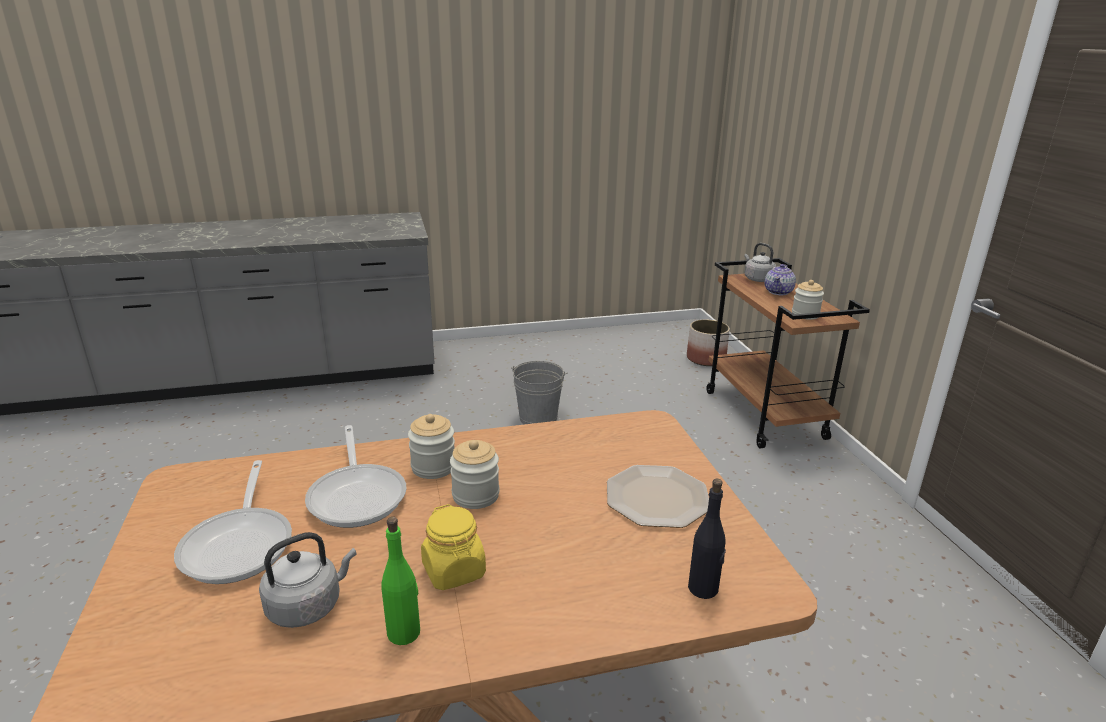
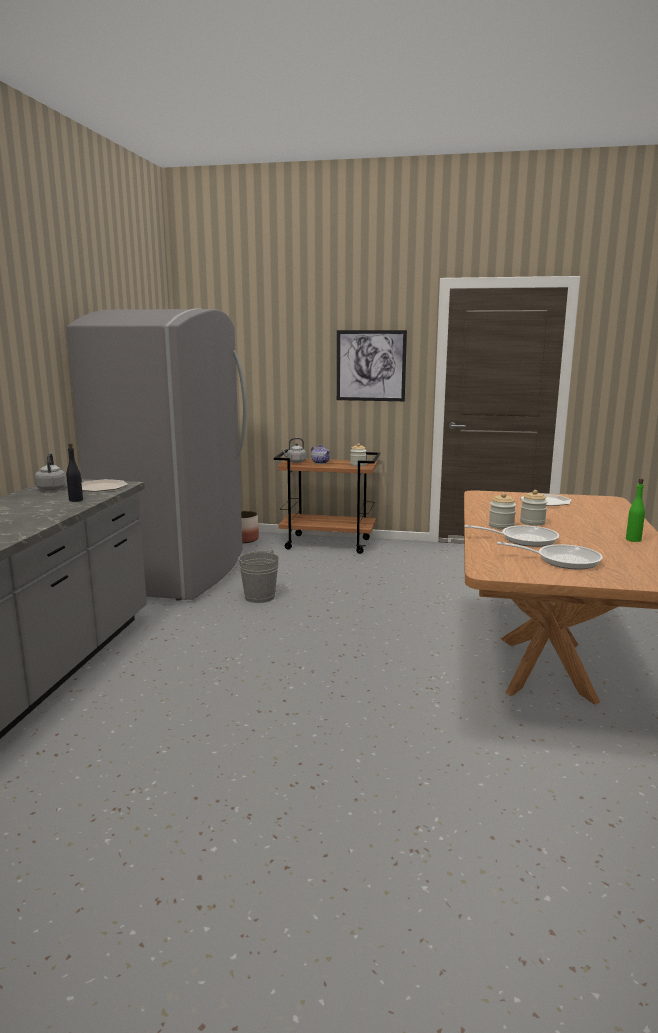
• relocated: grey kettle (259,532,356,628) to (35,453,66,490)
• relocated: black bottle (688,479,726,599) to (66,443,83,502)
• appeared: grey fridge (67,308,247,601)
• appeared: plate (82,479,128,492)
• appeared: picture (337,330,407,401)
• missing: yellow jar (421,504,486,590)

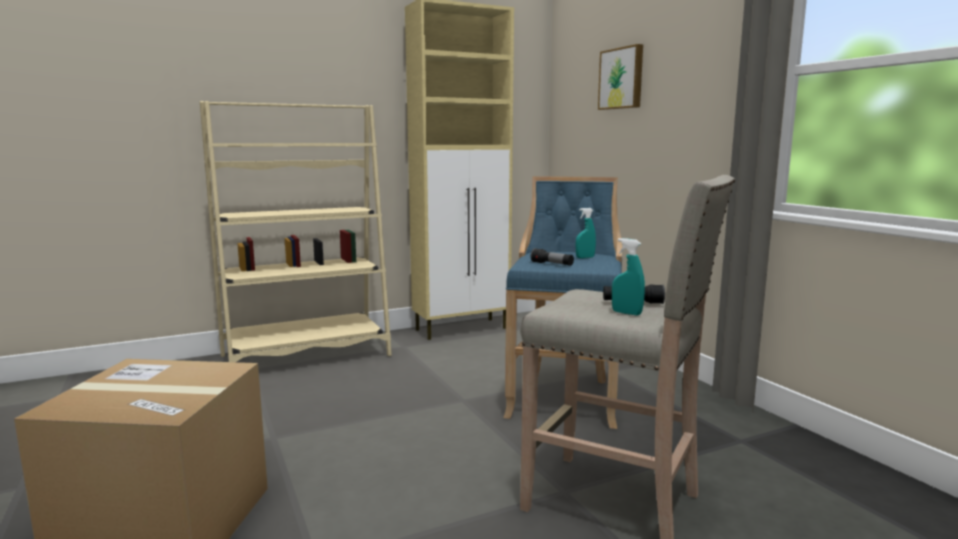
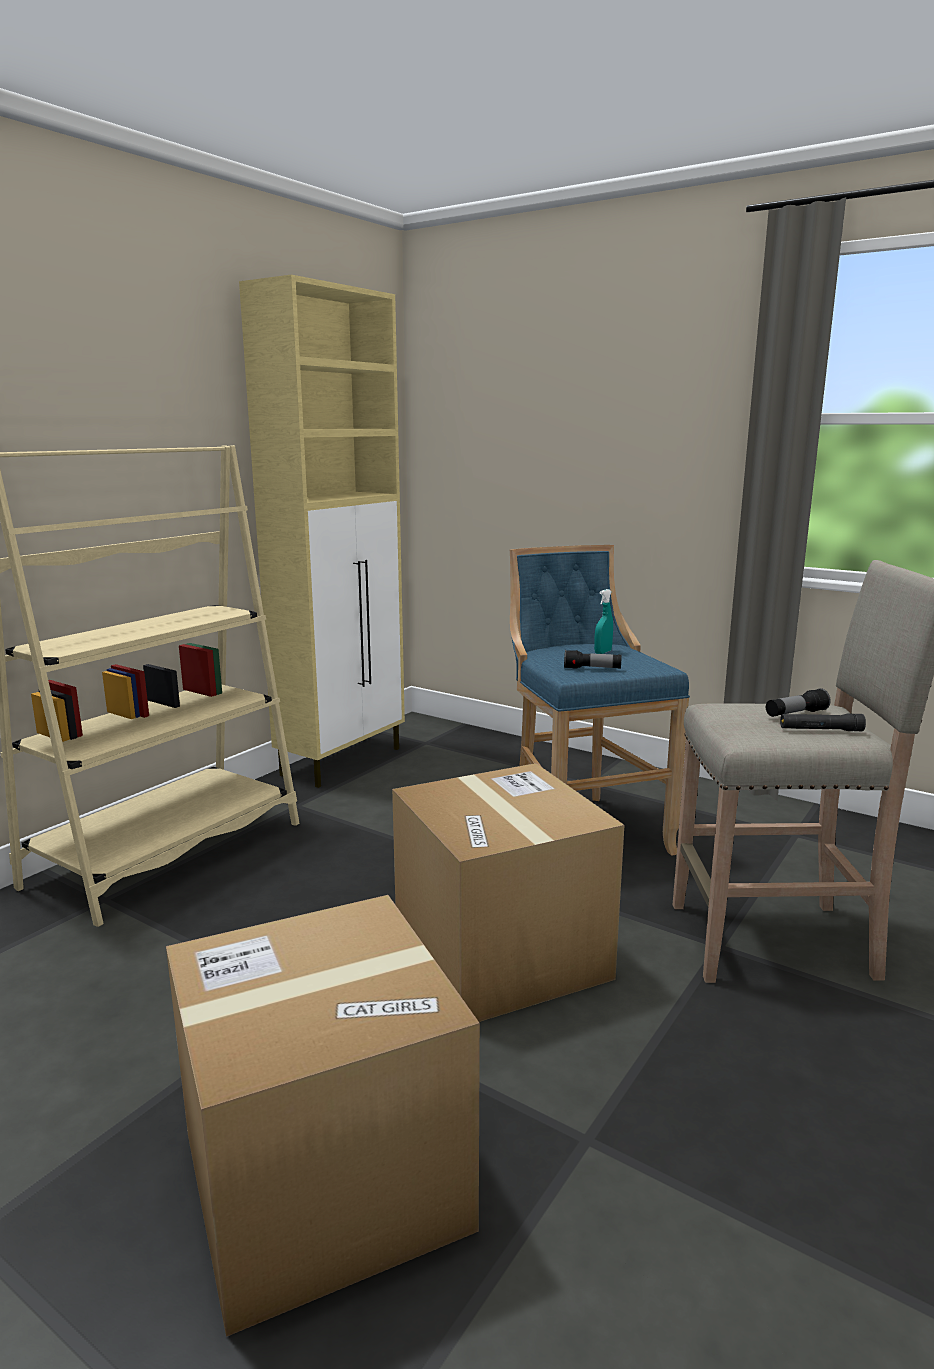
• appeared: cardboard box (392,763,624,1022)
• exchanged: turquoise spray bottle (612,238,645,315) to black flashlight (780,714,866,731)
• missing: picture (598,44,643,110)

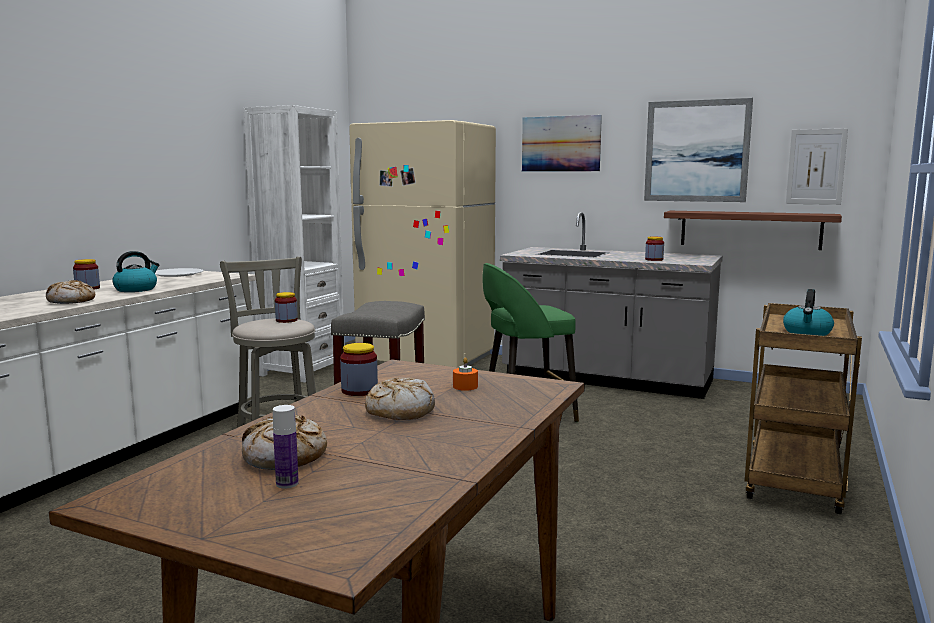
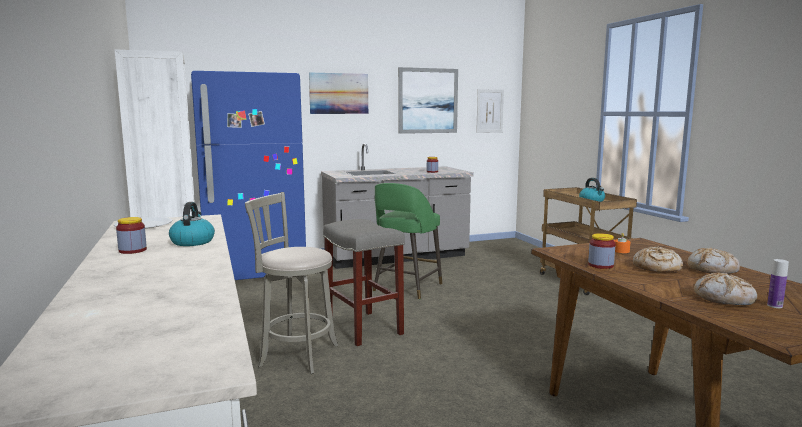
• colour: beige fridge (349,120,496,368) to blue fridge (191,71,306,280)
• relocated: bread (46,280,95,304) to (687,248,740,273)
• missing: jar (275,292,298,323)
• missing: shelf (664,211,842,250)

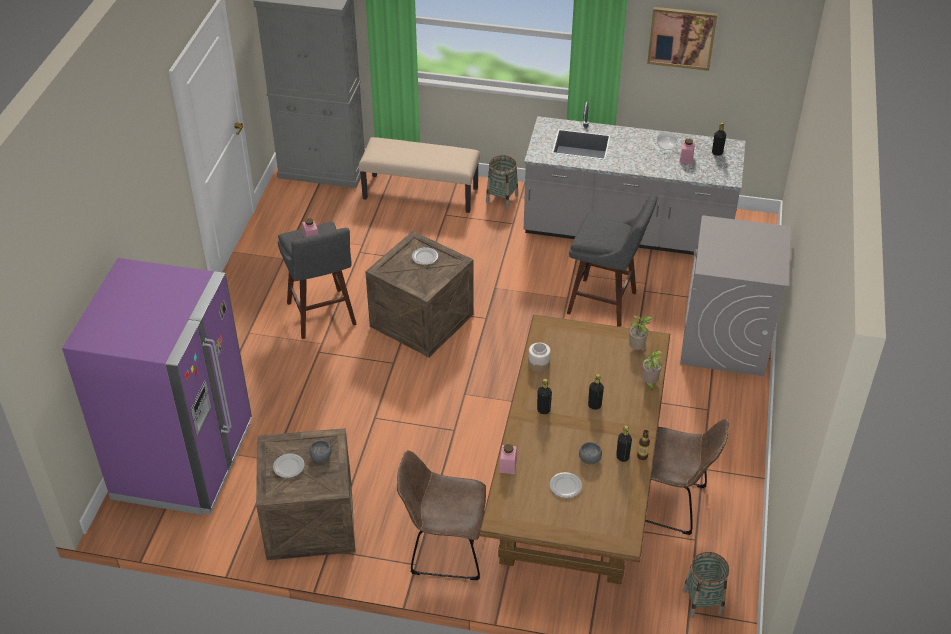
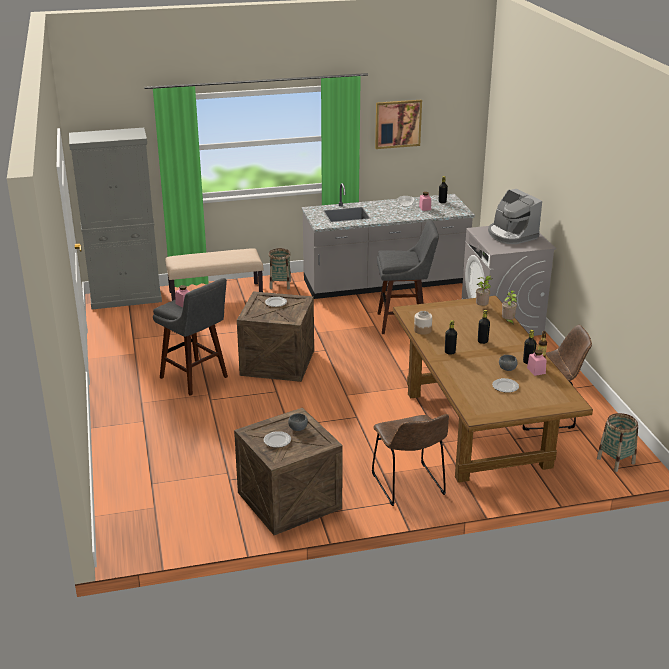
• spun: brown chair (397,450,486,580) = (372,414,449,506) 90 degrees counterclockwise
• appeared: coffee machine (488,189,542,244)
• relocated: pink jar (499,444,517,474) to (527,350,547,376)
• missing: purple fridge (62,258,252,515)

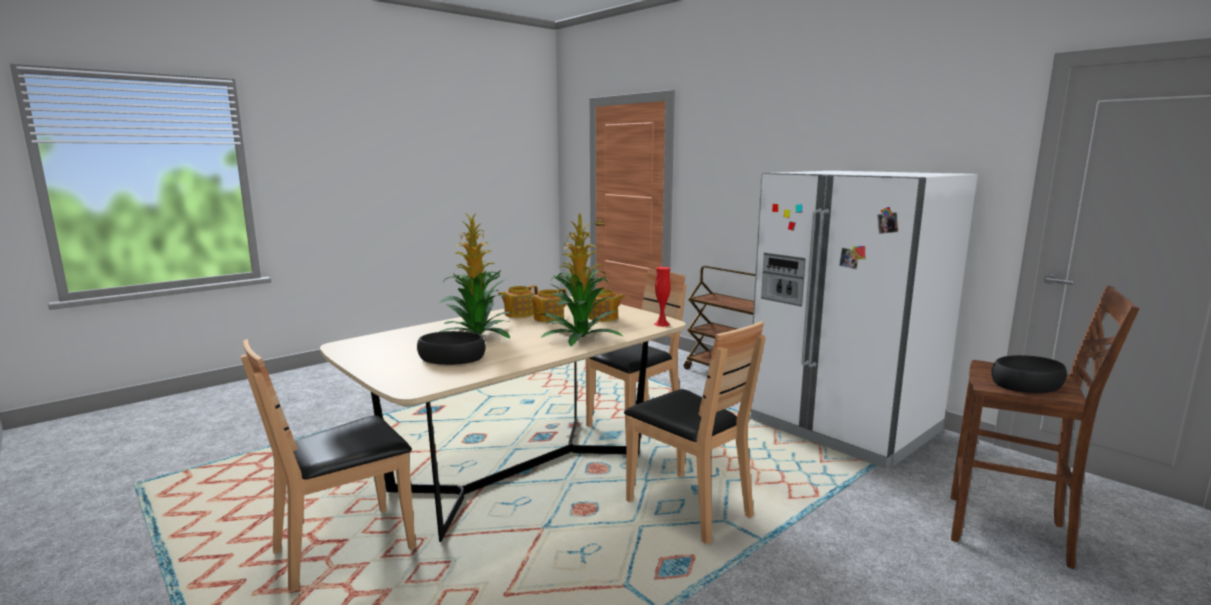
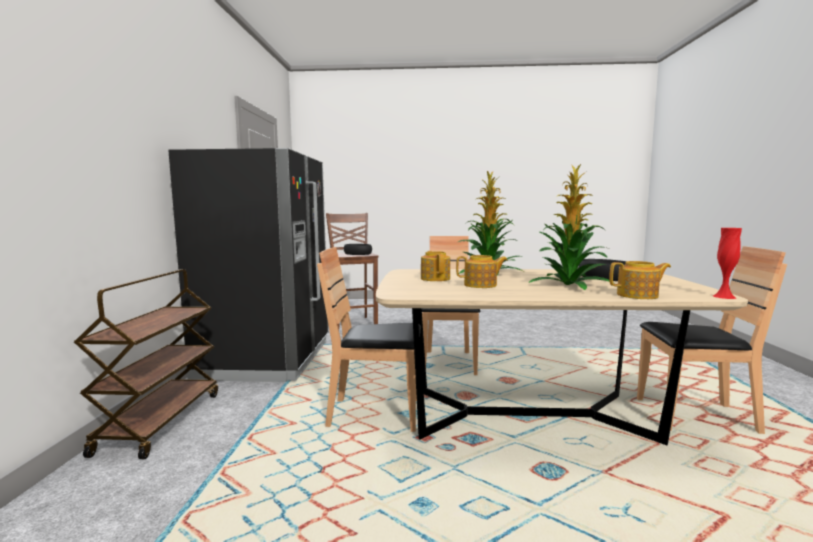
• colour: white fridge (750,171,978,469) to black fridge (168,148,328,382)
• relocated: teapot (498,285,538,318) to (609,261,671,299)
• relocated: red vase (654,267,671,327) to (713,228,742,299)

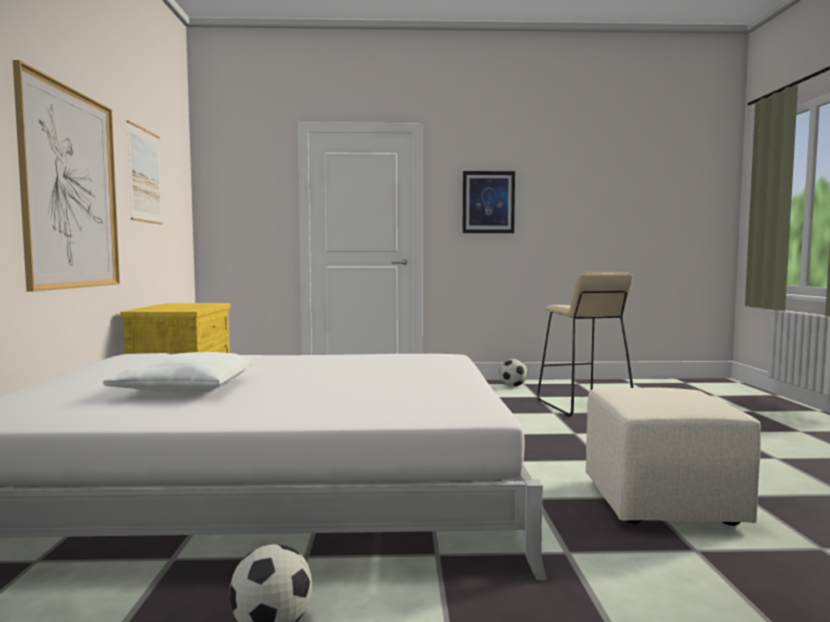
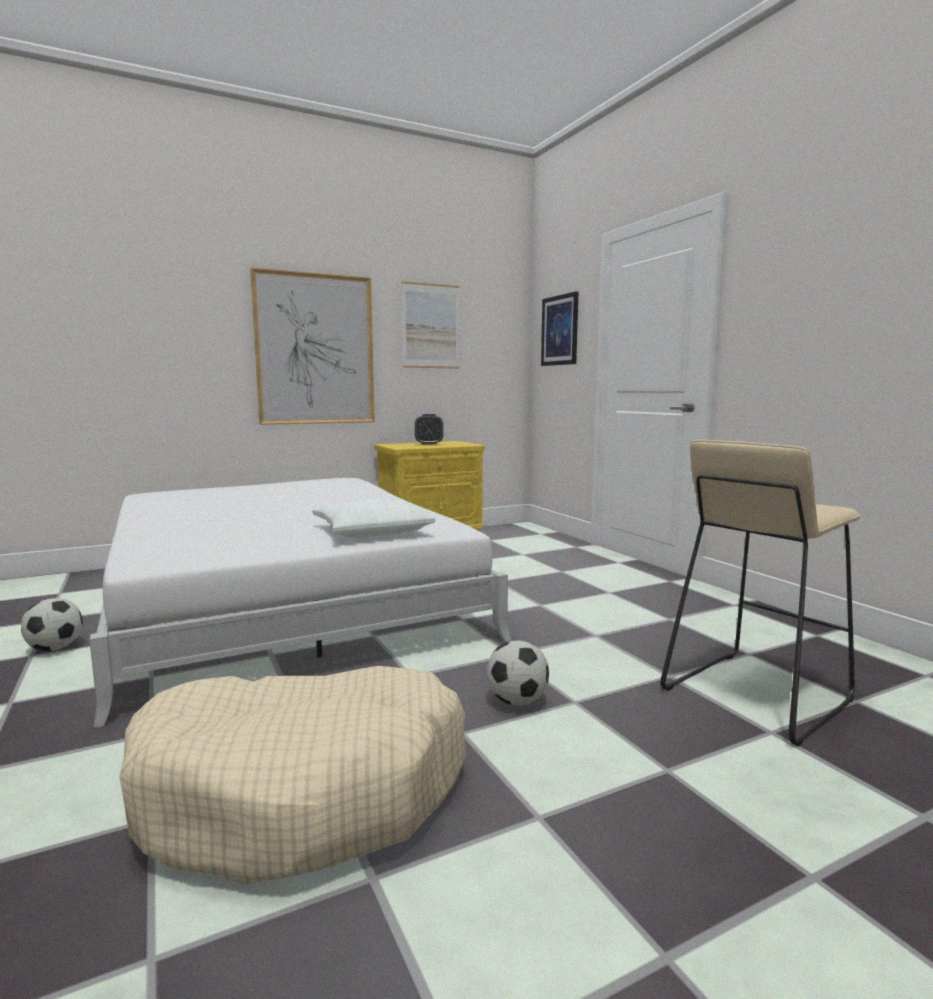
• exchanged: beige ottoman (586,387,761,526) to beige dog bed (119,666,466,884)
• relocated: white pillow (103,352,253,394) to (312,499,435,538)
• appeared: alarm clock (415,414,443,444)
• relocated: football (500,359,527,386) to (487,640,549,706)
• relocated: picture (463,171,515,233) to (541,291,578,366)

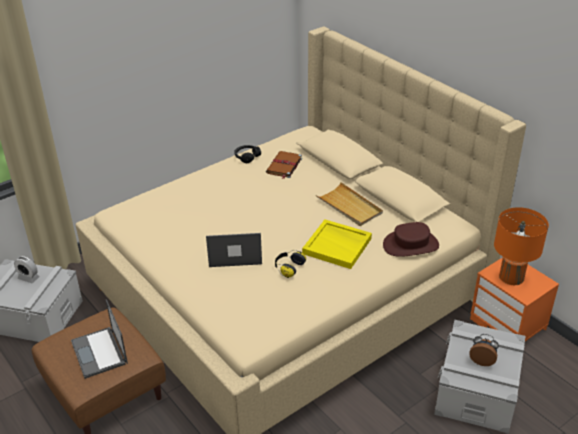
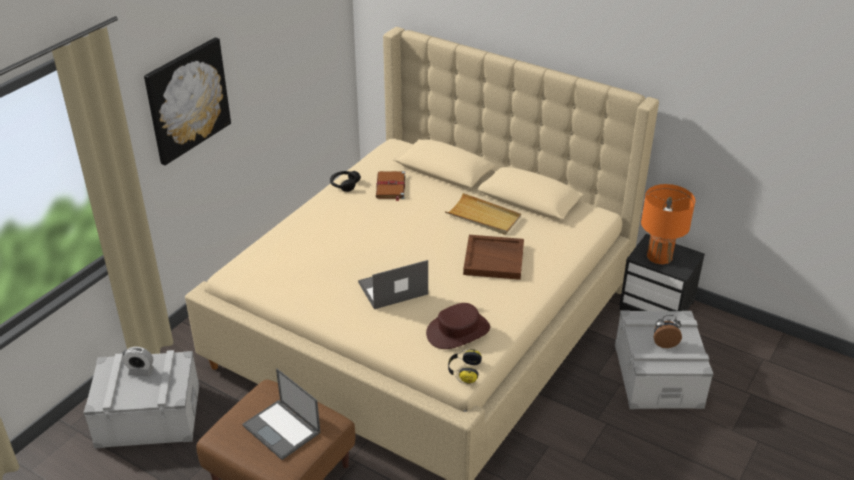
• appeared: picture (144,37,231,165)
• relocated: brown hat (383,222,439,257) to (426,303,490,349)
• relocated: headphones (275,250,306,278) to (448,349,482,384)
• colour: yellow tray (302,220,372,269) to brown tray (463,235,524,280)
• colour: orange nightstand (470,257,559,341) to black nightstand (619,234,705,311)

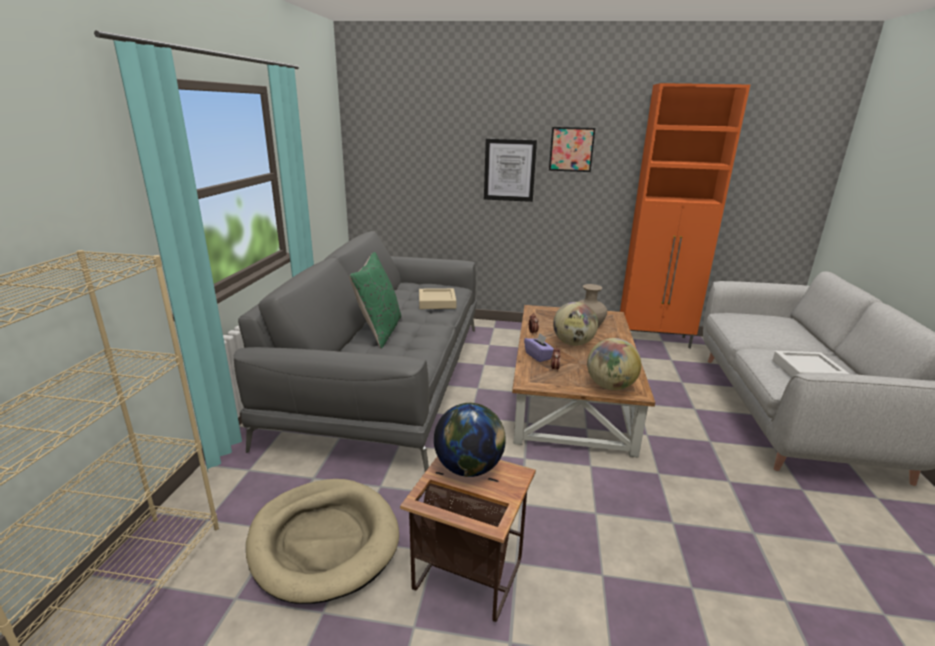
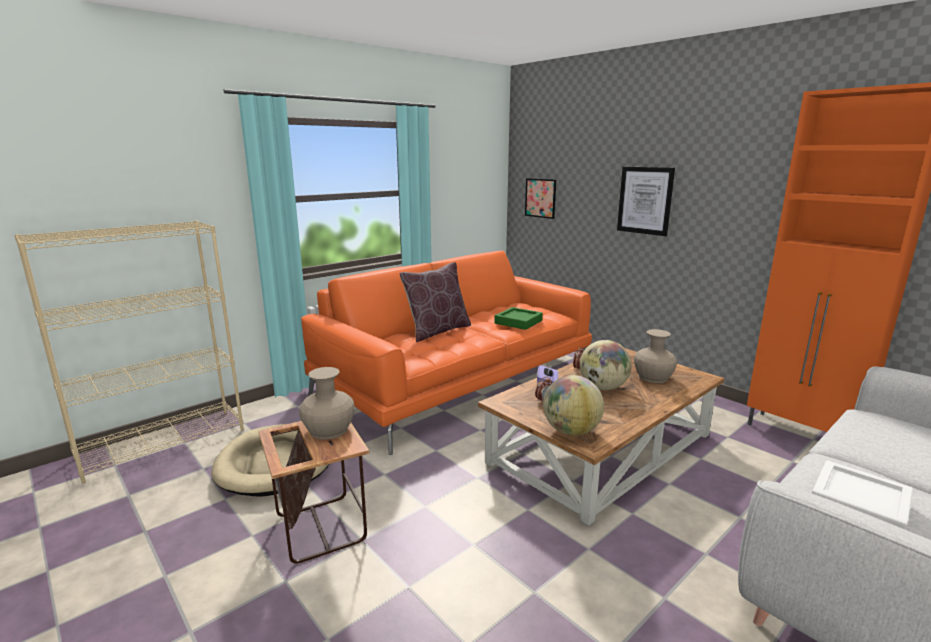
• exchanged: globe (434,403,506,477) to beige vase (299,367,355,440)
• colour: grey sofa (234,231,477,472) to orange sofa (301,251,592,455)
• colour: green pillow (349,252,401,349) to brown pillow (399,262,471,342)
• colour: beige tray (419,288,456,309) to green tray (494,307,543,330)
• relocated: picture (549,127,595,172) to (525,178,556,219)

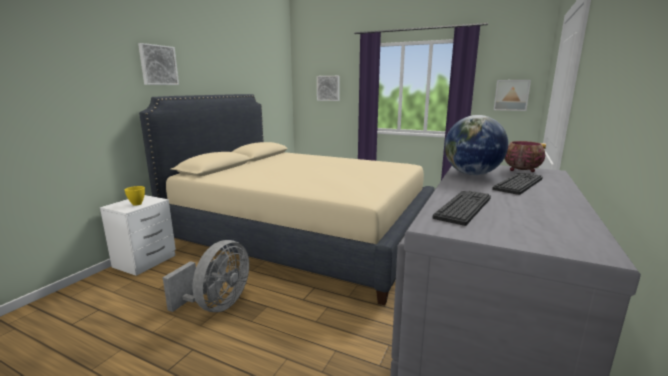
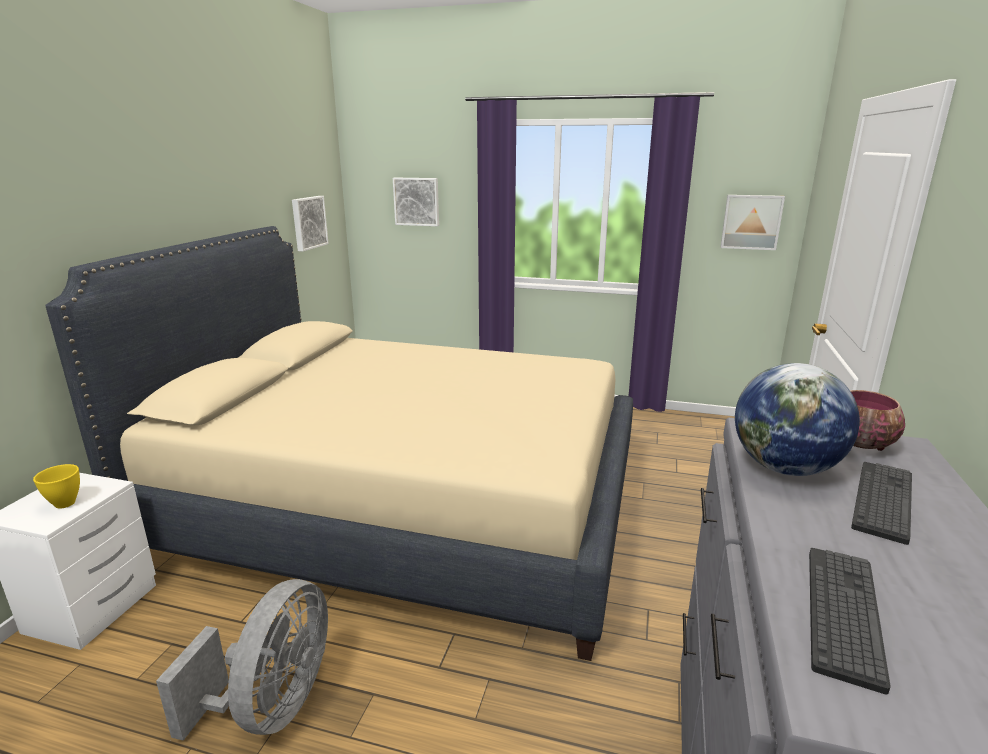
• relocated: picture (138,43,179,85) to (292,196,329,251)

